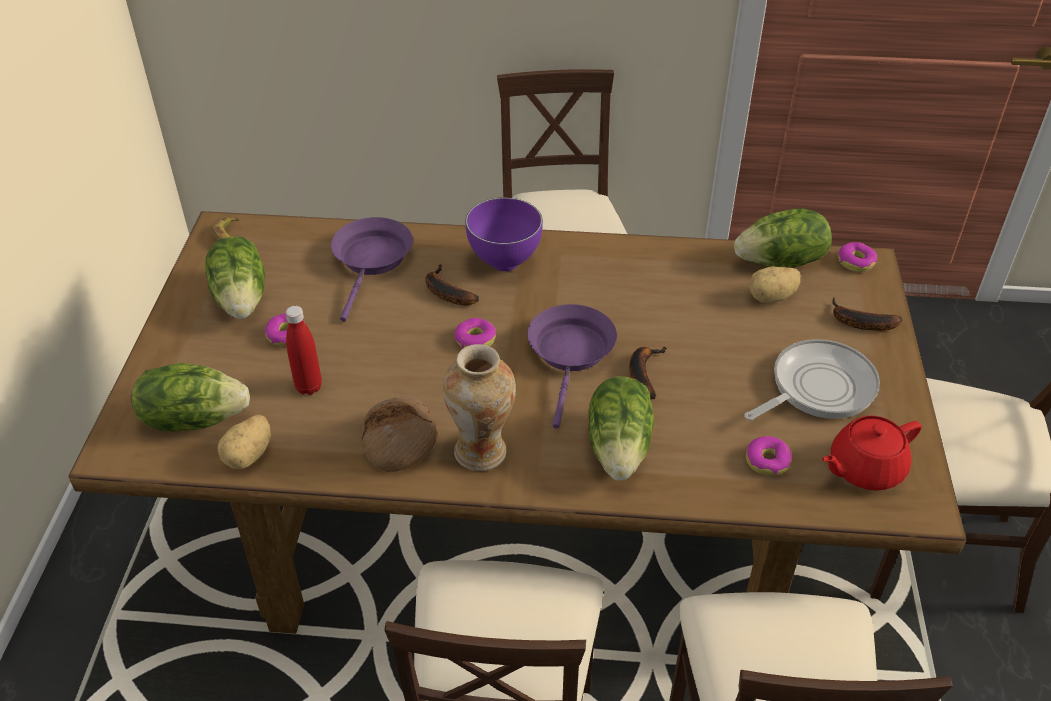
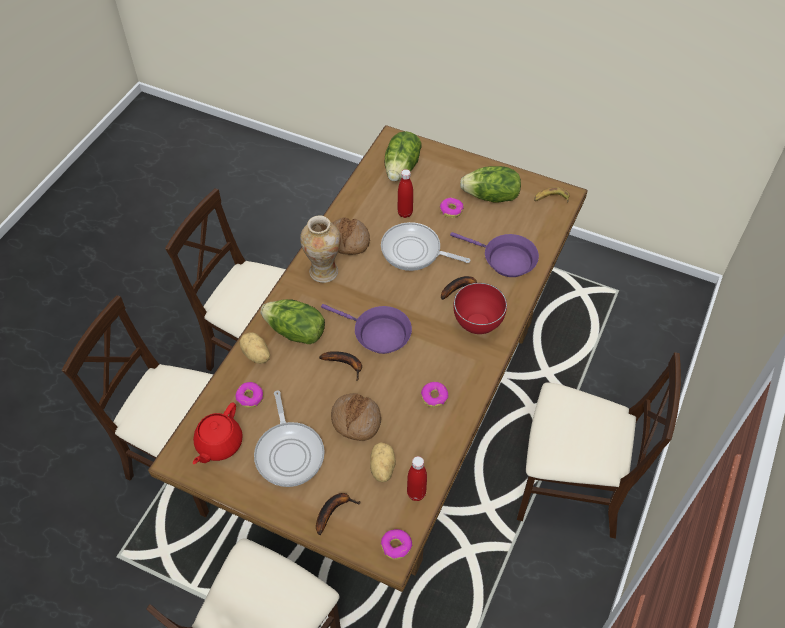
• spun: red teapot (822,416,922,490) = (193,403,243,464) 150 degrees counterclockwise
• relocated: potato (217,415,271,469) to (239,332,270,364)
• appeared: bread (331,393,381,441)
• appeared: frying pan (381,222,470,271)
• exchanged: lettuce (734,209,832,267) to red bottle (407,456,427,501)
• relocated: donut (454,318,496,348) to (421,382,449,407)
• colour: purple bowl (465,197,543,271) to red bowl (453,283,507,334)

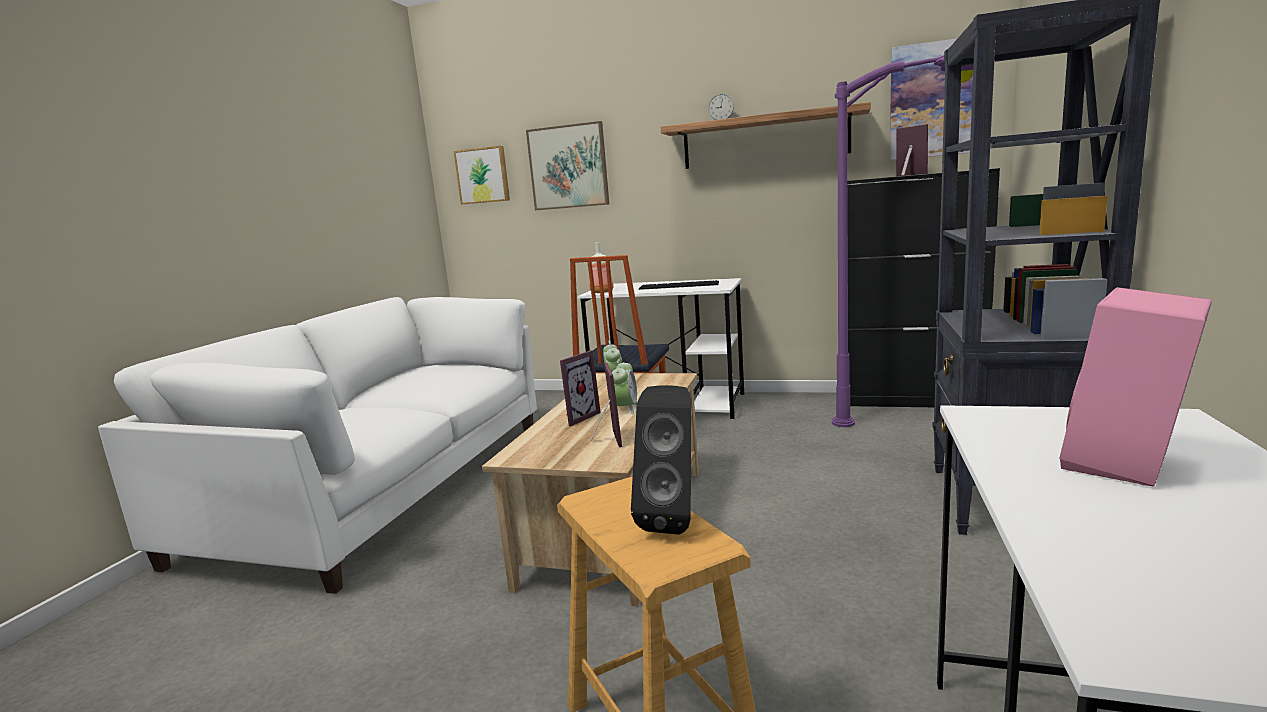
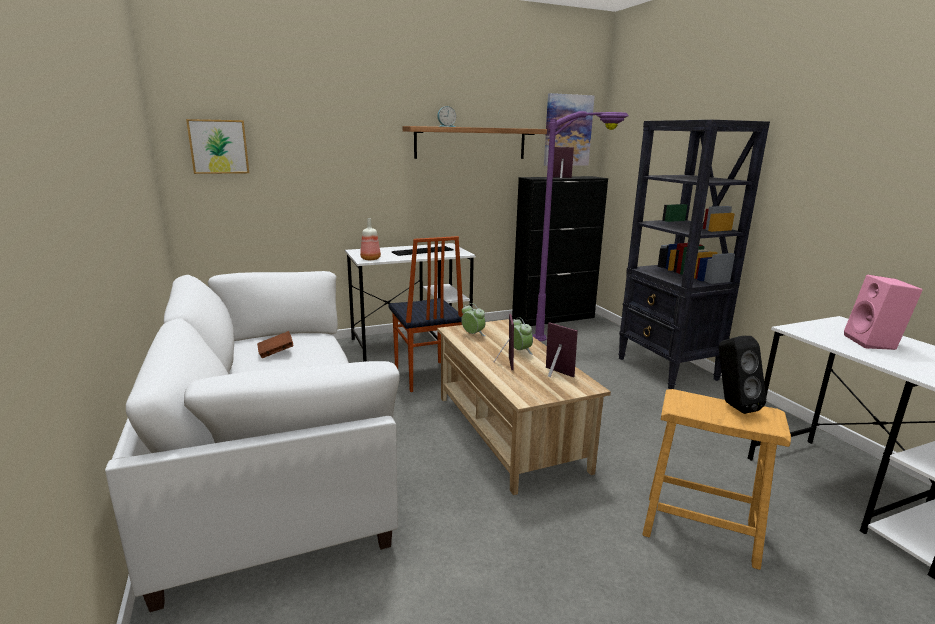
• appeared: brown book (257,331,294,358)
• missing: picture (526,121,609,210)

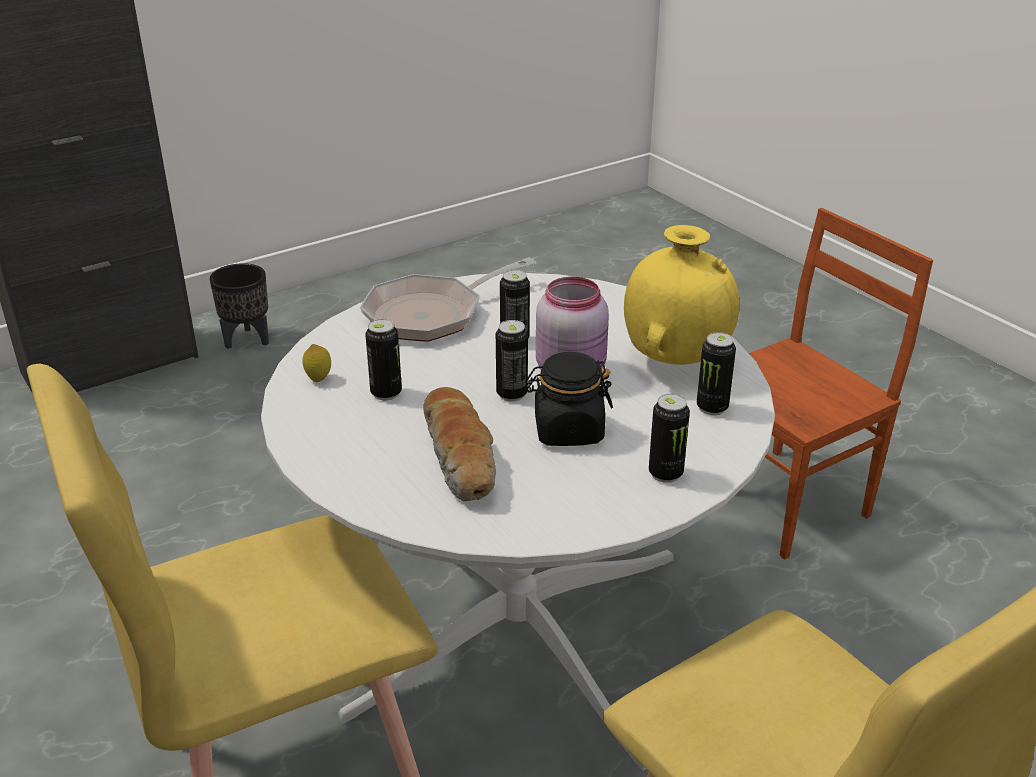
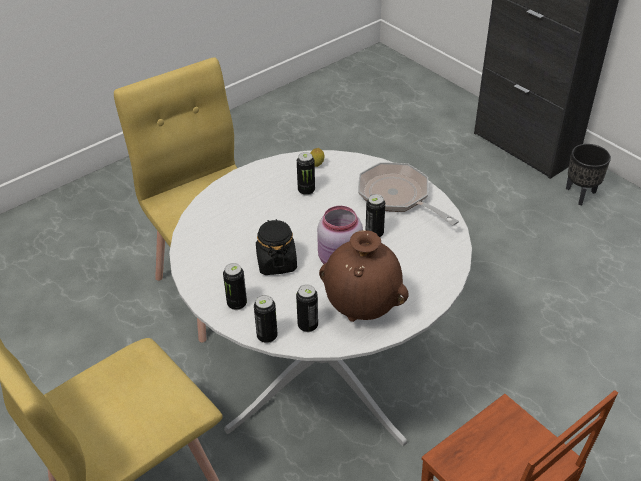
• relocated: can (496,320,528,402) to (254,295,278,343)
• colour: yellow vase (624,225,740,365) to brown vase (319,230,409,322)
• missing: bread (423,387,496,501)

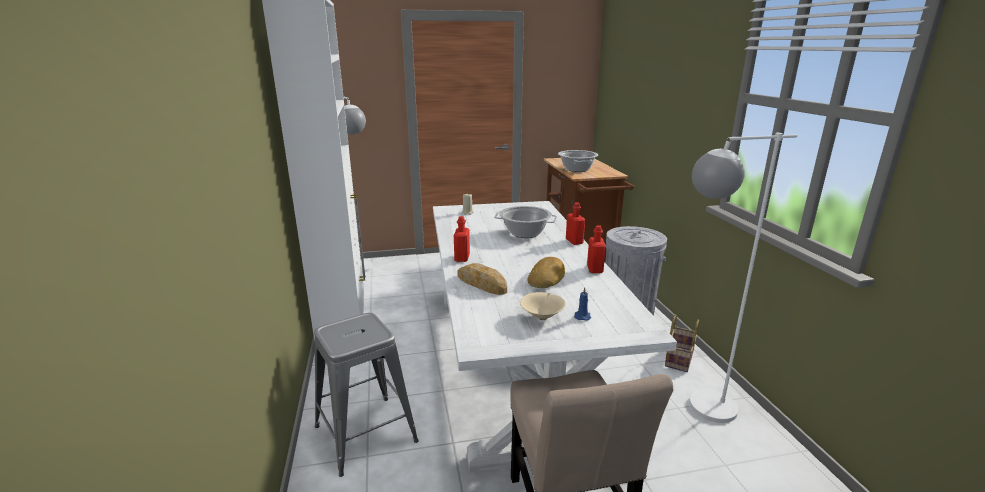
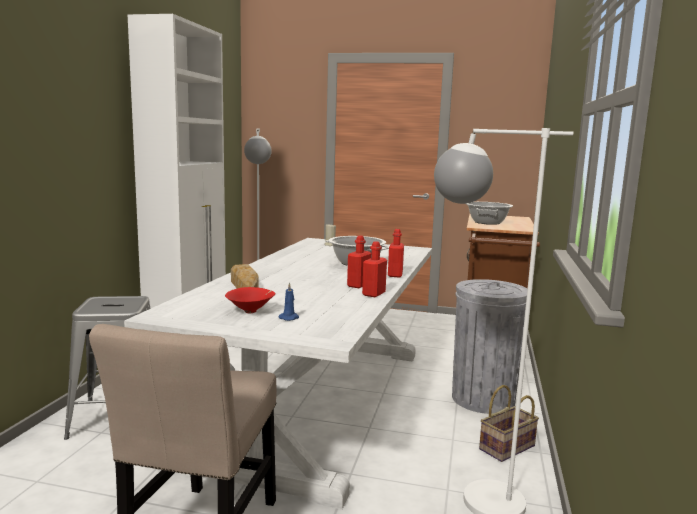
• colour: beige bowl (520,292,566,320) to red bowl (225,287,275,313)
• relocated: red bottle (454,216,470,262) to (347,235,371,288)
• missing: bread (527,257,565,288)

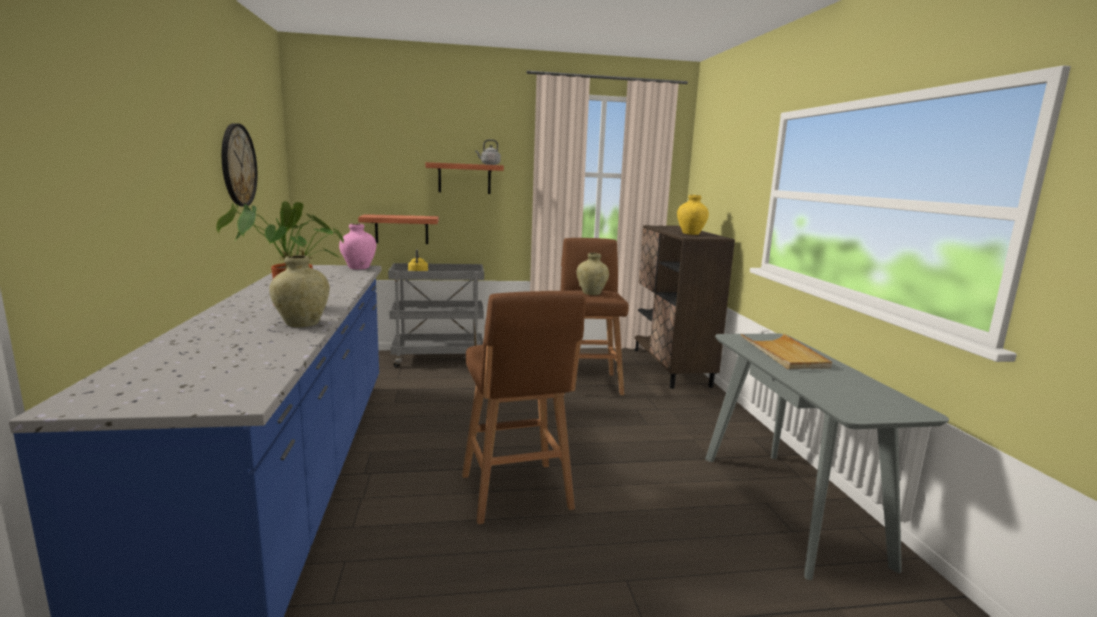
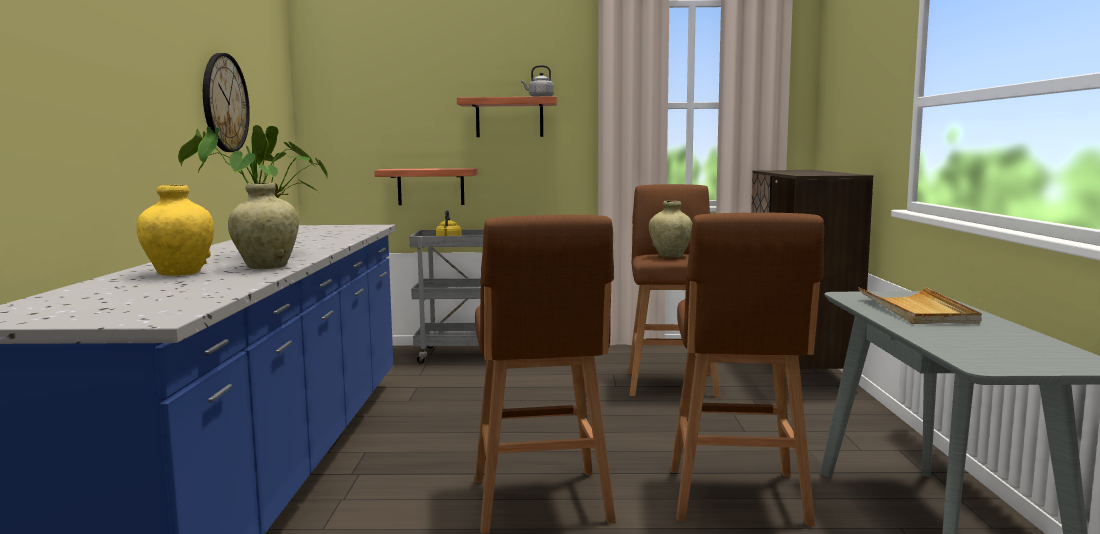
• relocated: yellow vase (677,195,709,235) to (136,185,214,276)
• appeared: brown stool (670,213,824,526)
• missing: pink vase (339,223,376,269)

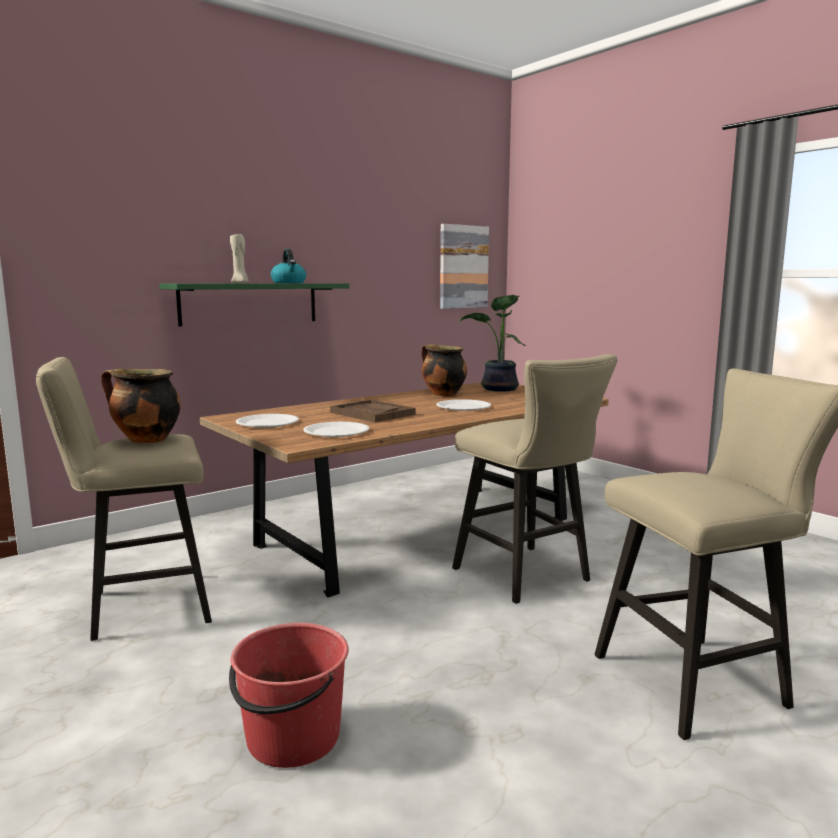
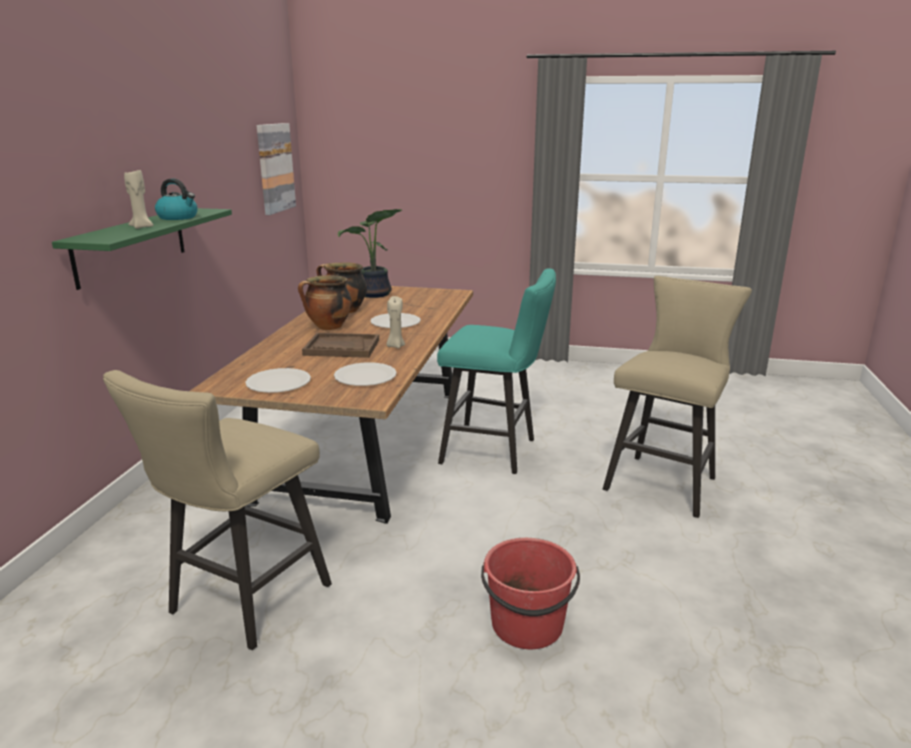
• relocated: cooking pot (101,368,180,443) to (298,275,352,330)
• appeared: beige candle (387,296,405,348)
• colour: beige stool (452,354,617,604) to turquoise stool (437,268,556,474)

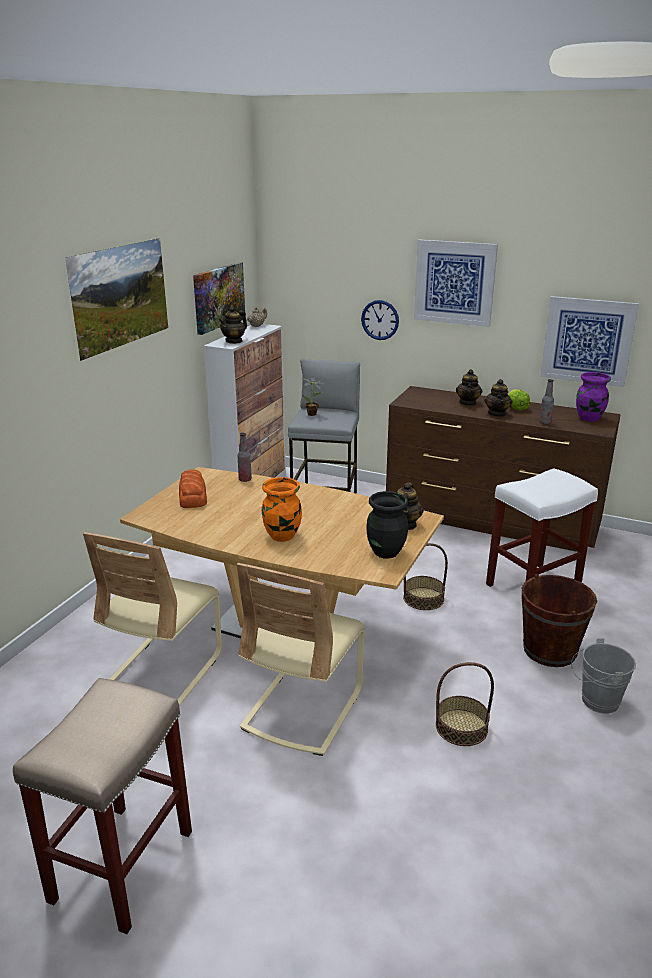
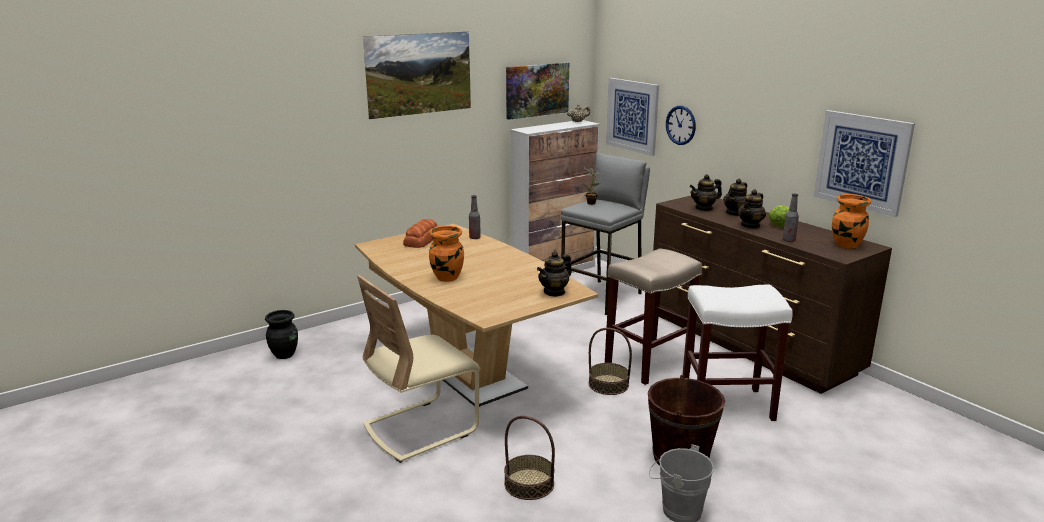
• relocated: black vase (366,491,408,559) to (265,310,298,359)
• relocated: beige stool (13,678,192,934) to (605,248,702,385)
• relocated: picture (414,240,498,327) to (606,78,659,156)
• relocated: teapot (218,307,247,344) to (689,174,722,211)
• colour: purple vase (576,372,611,422) to orange vase (832,194,871,248)
• missing: beige chair (83,532,222,706)

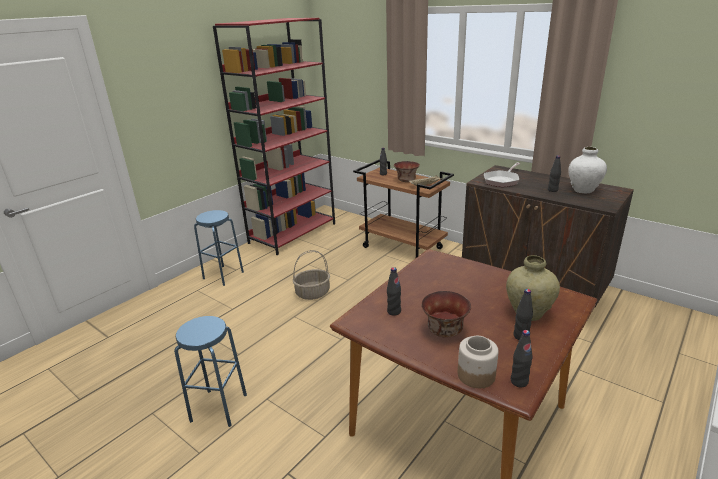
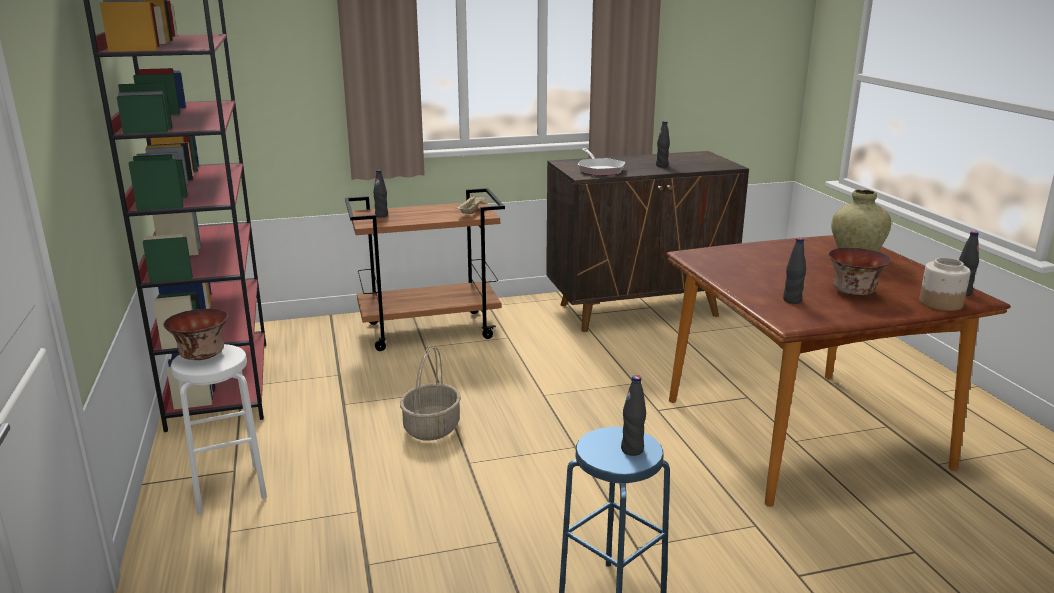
• relocated: bowl (394,161,420,182) to (164,309,229,360)
• colour: blue stool (194,210,244,286) to white stool (171,344,267,515)
• relocated: black bottle (513,289,533,340) to (621,375,646,456)
• missing: white vase (568,147,607,193)

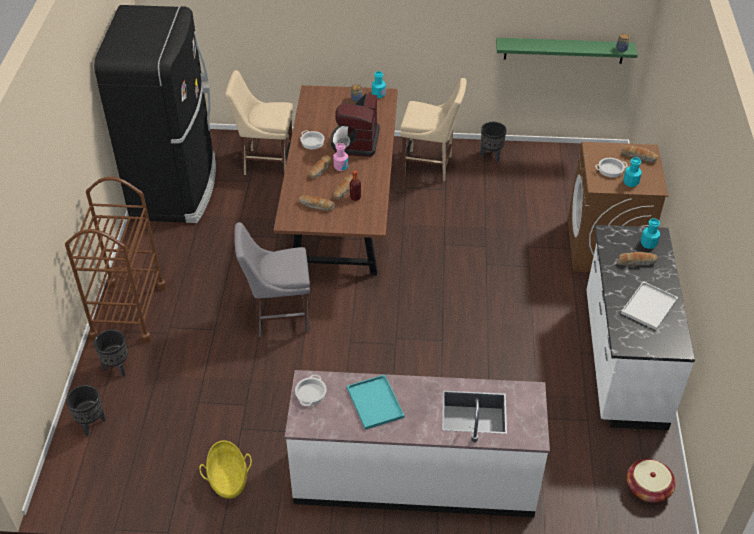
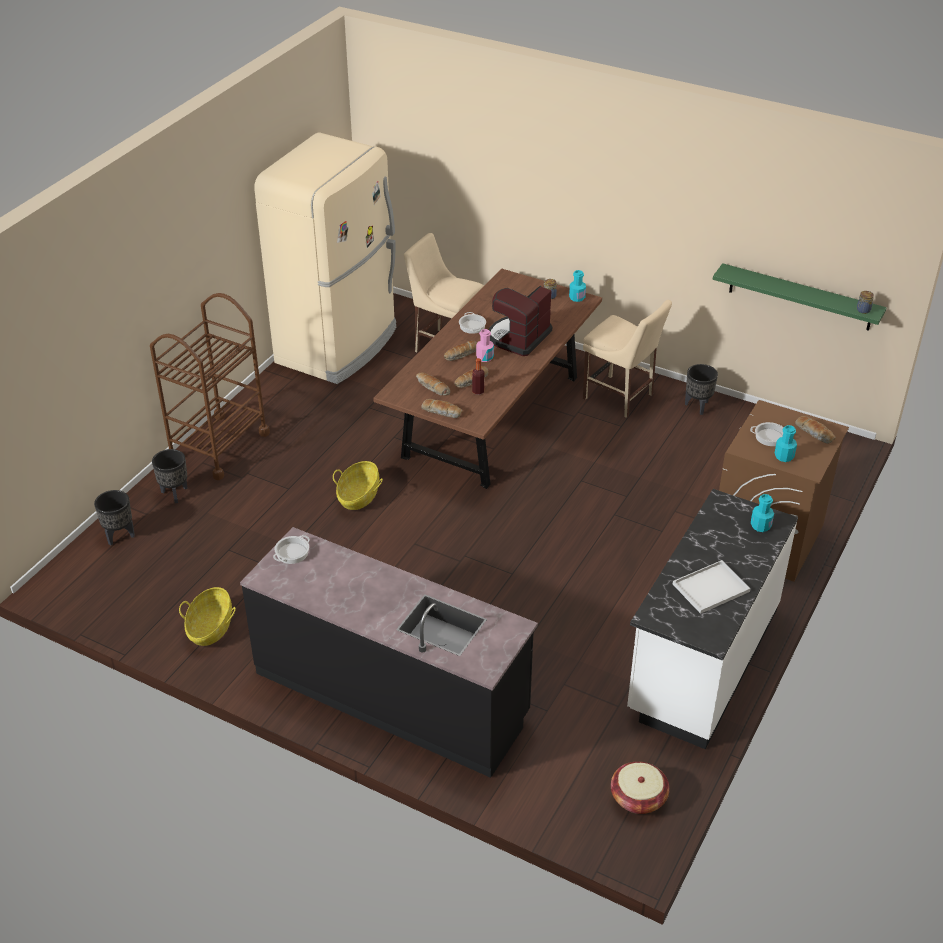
• colour: white counter (285,370,550,517) to black counter (240,527,538,778)
• colour: black fridge (94,5,216,223) to beige fridge (254,132,396,384)
• exchanged: grey chair (234,222,310,337) to basket (333,461,383,510)
• relocated: bread (617,252,657,266) to (421,399,463,418)
• missing: turquoise tray (347,375,405,430)

